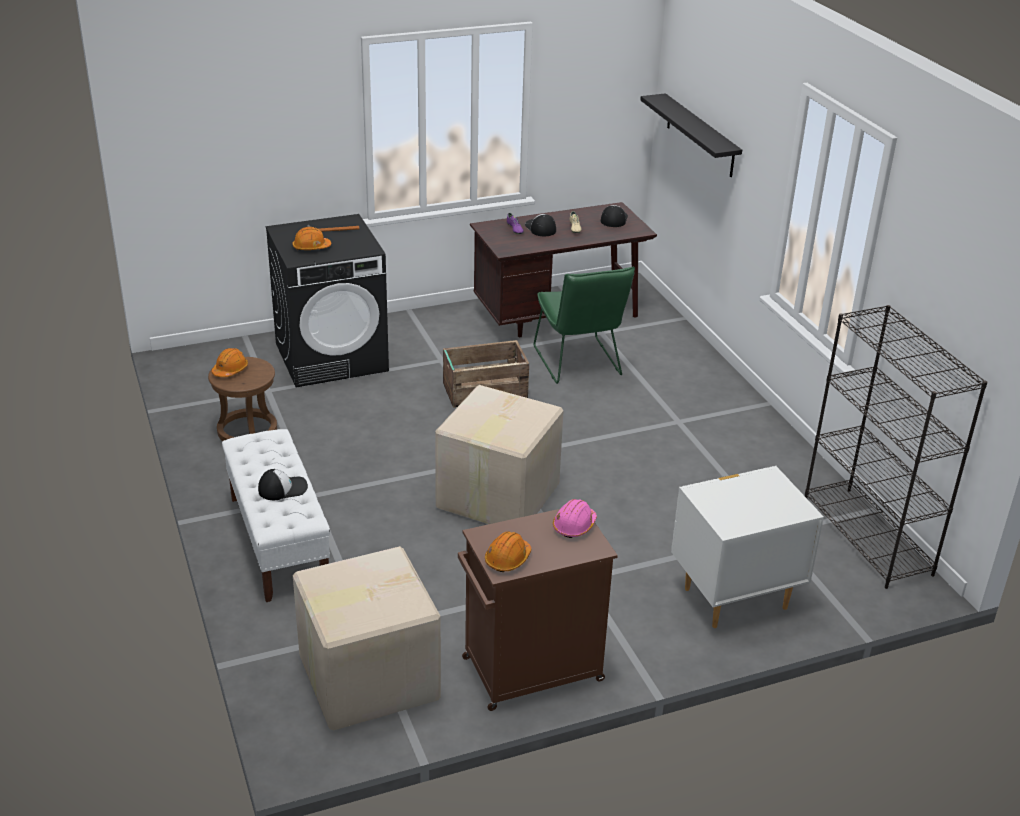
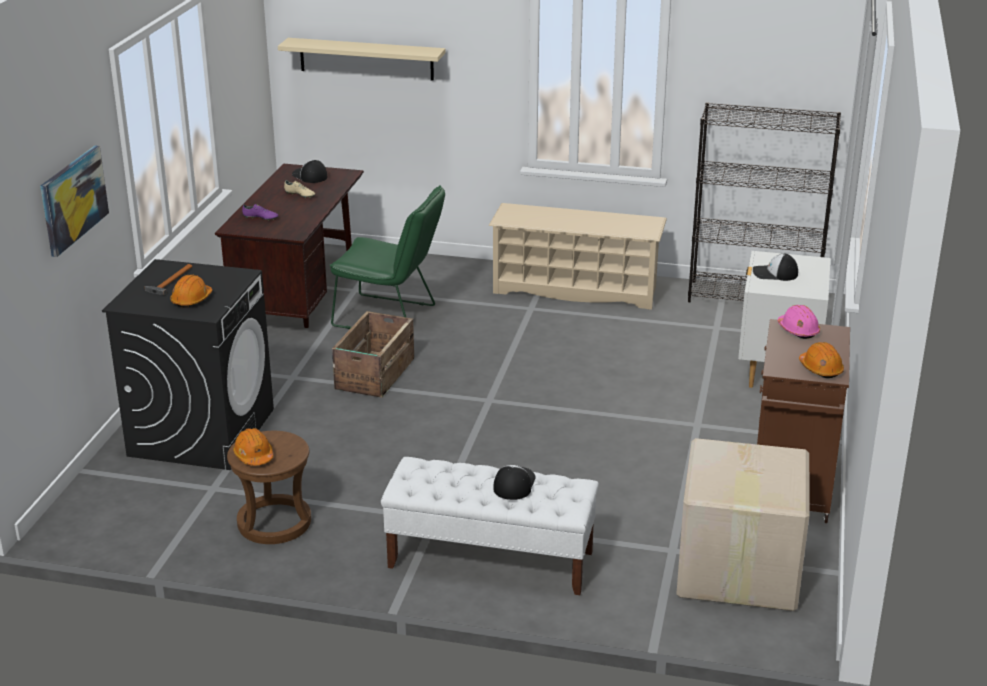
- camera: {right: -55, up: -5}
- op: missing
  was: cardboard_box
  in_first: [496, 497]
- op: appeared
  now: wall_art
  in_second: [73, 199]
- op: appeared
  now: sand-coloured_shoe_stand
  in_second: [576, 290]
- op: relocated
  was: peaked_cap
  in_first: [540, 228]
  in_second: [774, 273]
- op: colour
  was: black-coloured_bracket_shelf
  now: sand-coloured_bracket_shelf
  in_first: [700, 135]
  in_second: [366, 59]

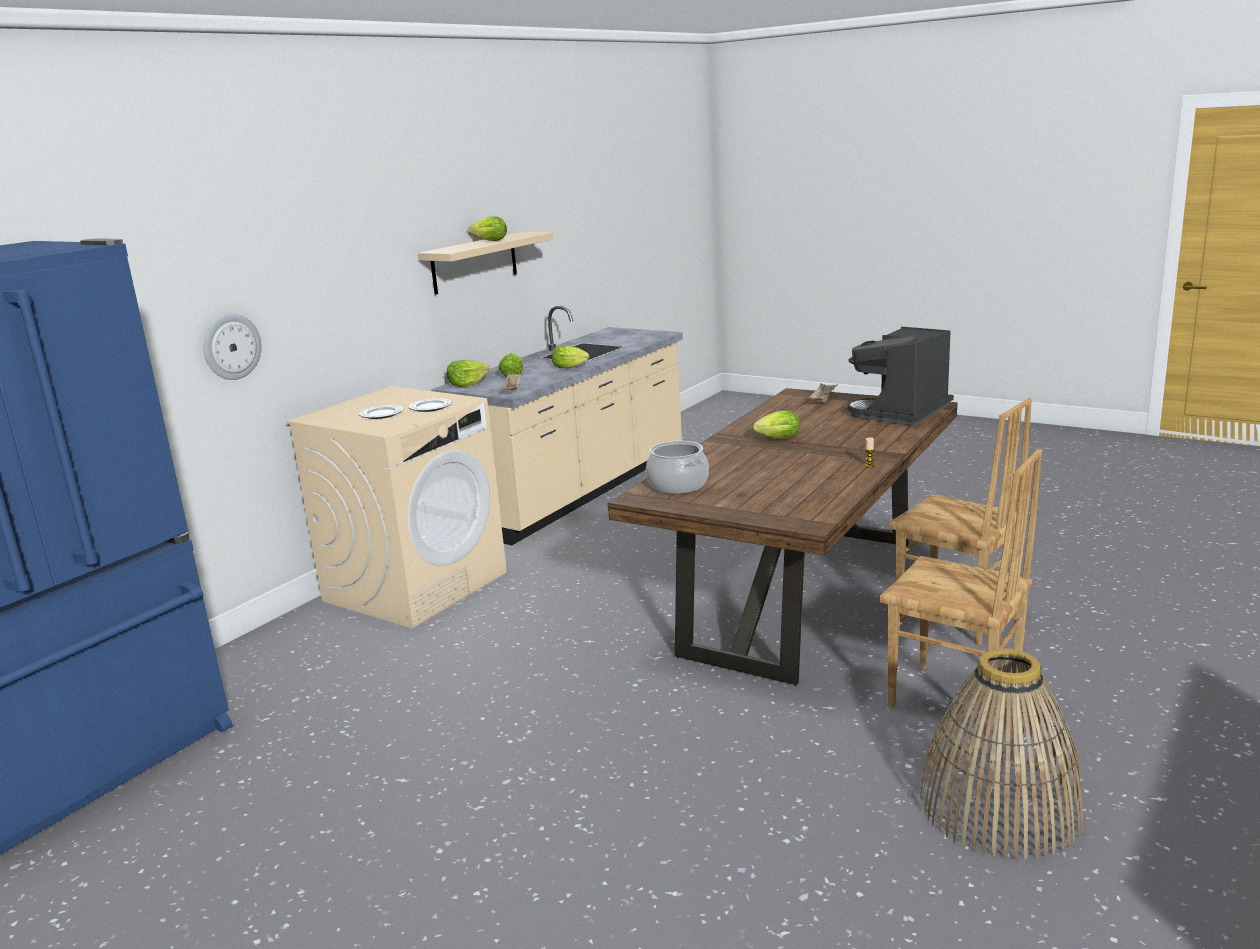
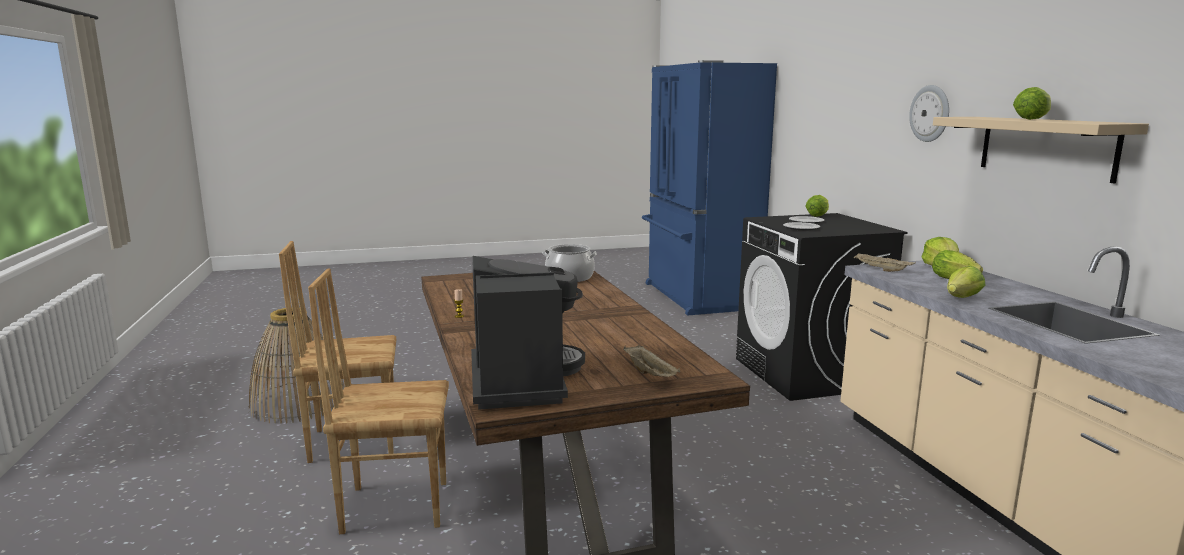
- camera: {right: 130, up: -5}
- op: relocated
  was: wall_clock
  in_first: [231, 346]
  in_second: [930, 113]
- op: relocated
  was: lettuce
  in_first: [776, 439]
  in_second: [818, 215]
- op: colour
  was: sand-coloured_washing_machine
  now: black-coloured_washing_machine
  in_first: [416, 586]
  in_second: [808, 373]

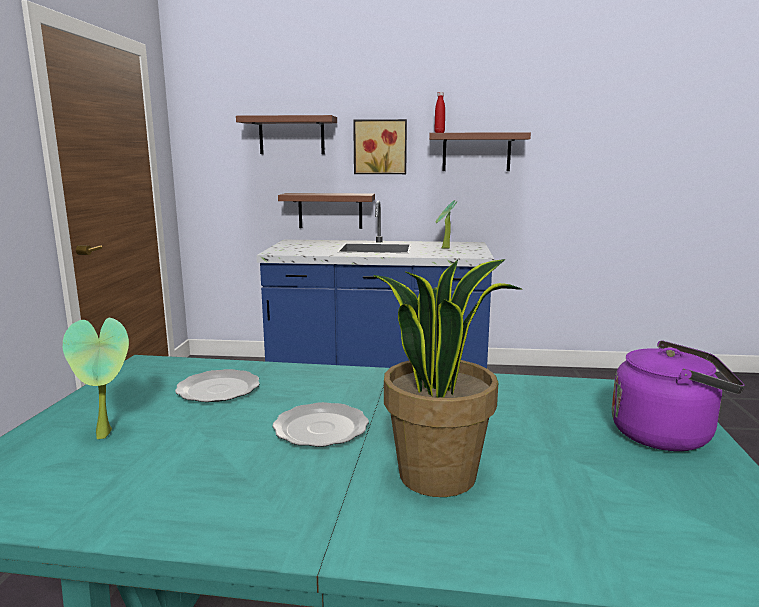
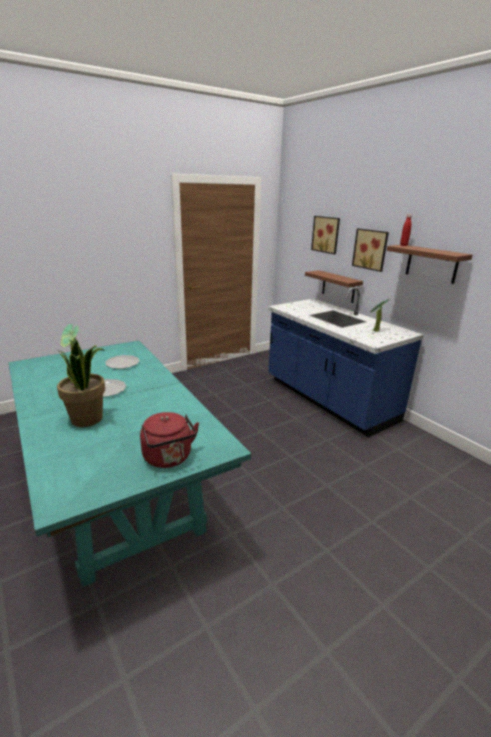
- camera: {right: 50, up: 10}
- op: exchanged
  was: brownish_bracket_shelf
  now: wall_art
  in_first: [291, 135]
  in_second: [326, 234]
- op: colour
  was: purple-coloured_tea_kettle
  now: red_tea_kettle
  in_first: [667, 435]
  in_second: [169, 458]

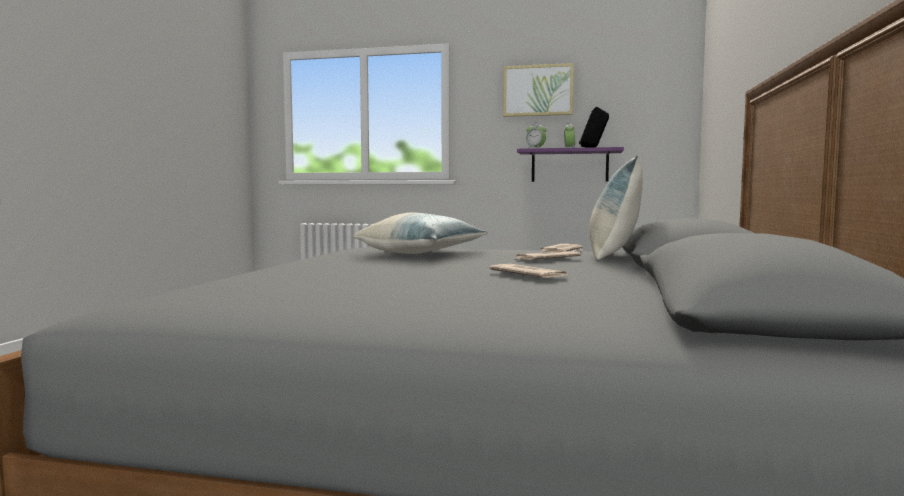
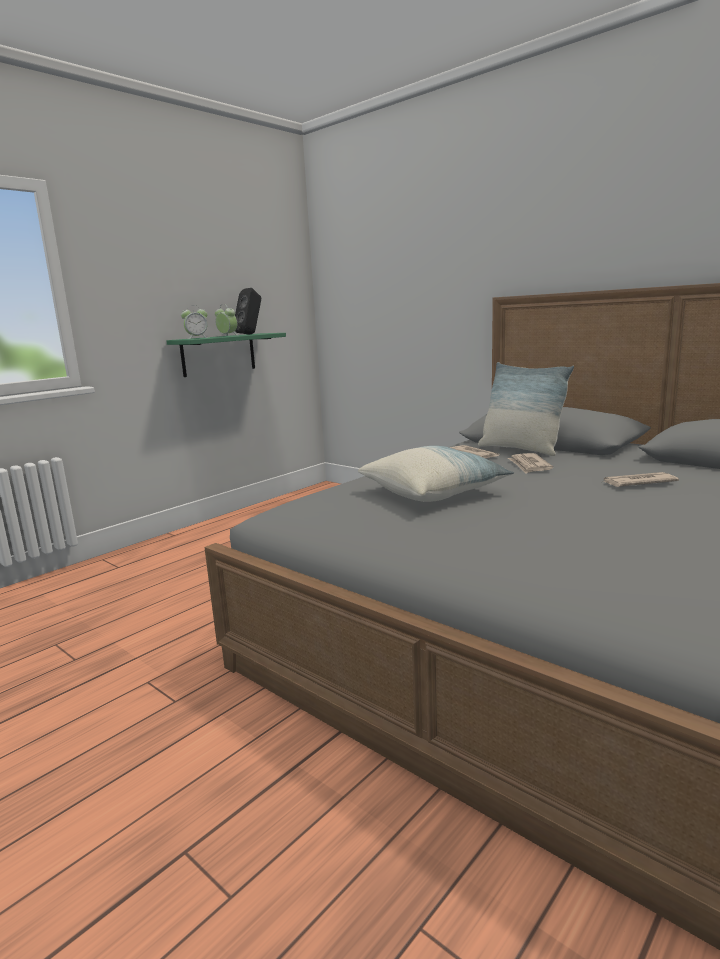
- camera: {right: -60, up: 10}
- op: missing
  was: wall_art
  in_first: [538, 90]
- op: colour
  was: purple-coloured_bracket_shelf
  now: greenish_bracket_shelf
  in_first: [569, 165]
  in_second: [218, 354]

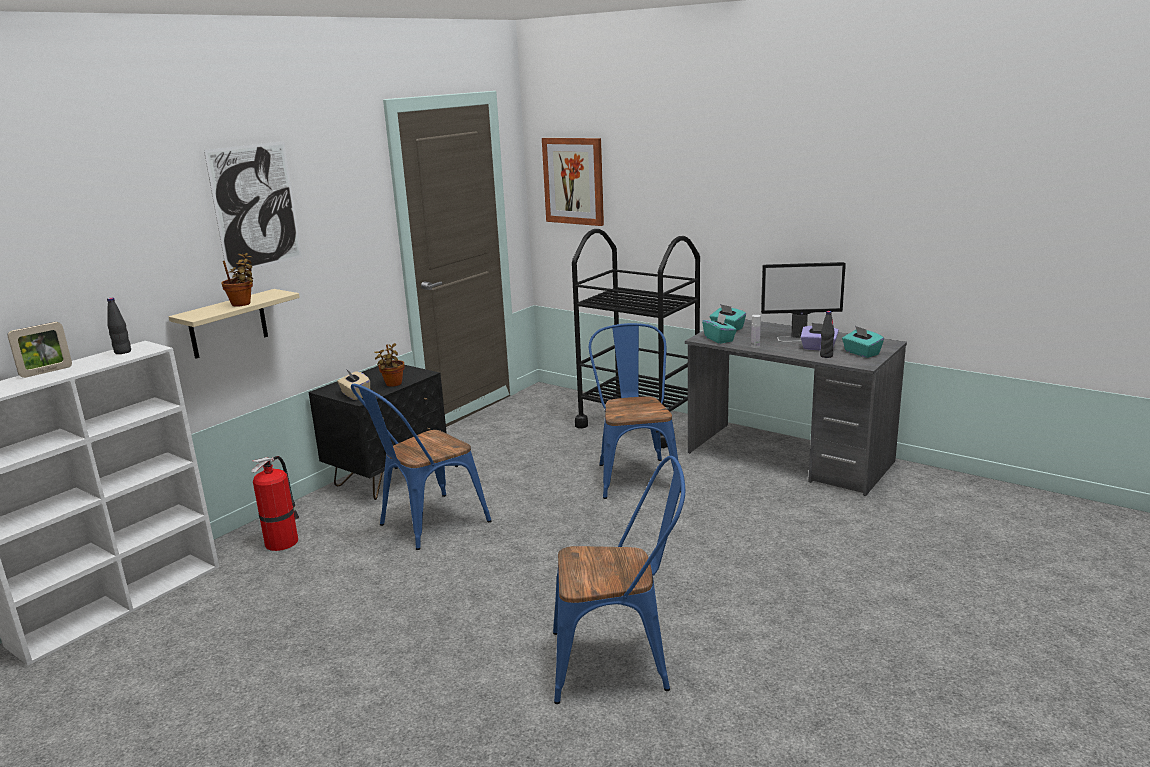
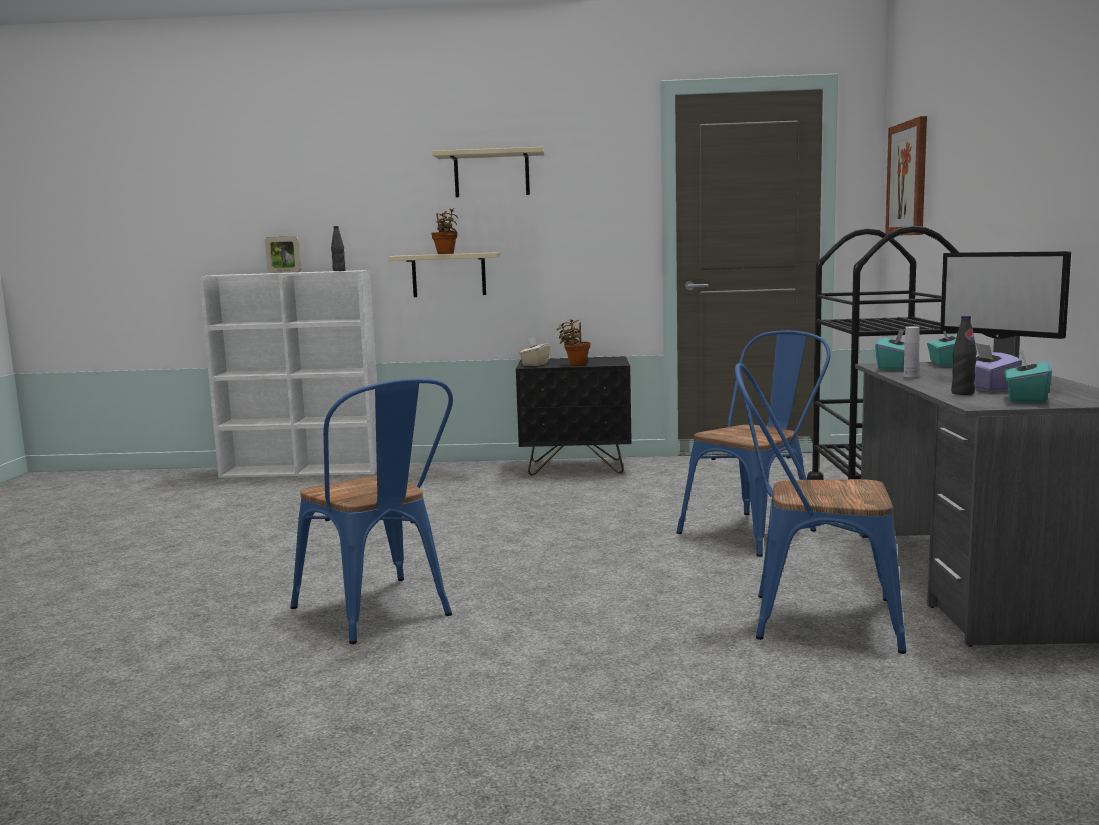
- camera: {right: 55, up: -10}
- op: missing
  was: fire-fighting_cylinder
  in_first: [283, 541]
- op: relocated
  was: blue-coloured_plain_chair
  in_first: [426, 525]
  in_second: [811, 619]
- op: exchanged
  was: wall_art
  now: sand-coloured_bracket_shelf
  in_first: [255, 206]
  in_second: [491, 174]

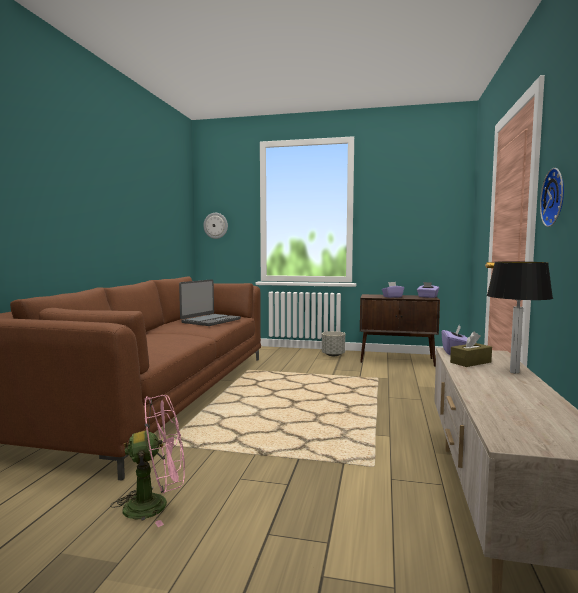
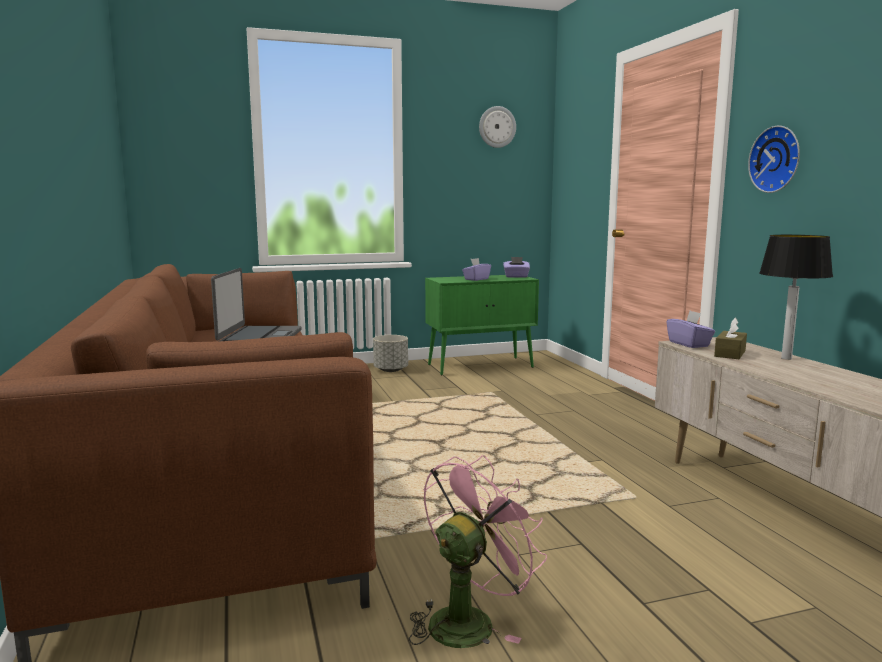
- camera: {right: -30, up: 5}
- op: relocated
  was: wall_clock
  in_first: [216, 225]
  in_second: [497, 127]
- op: colour
  was: brownish_storage_cabinet
  now: greenish_storage_cabinet
  in_first: [397, 360]
  in_second: [481, 366]

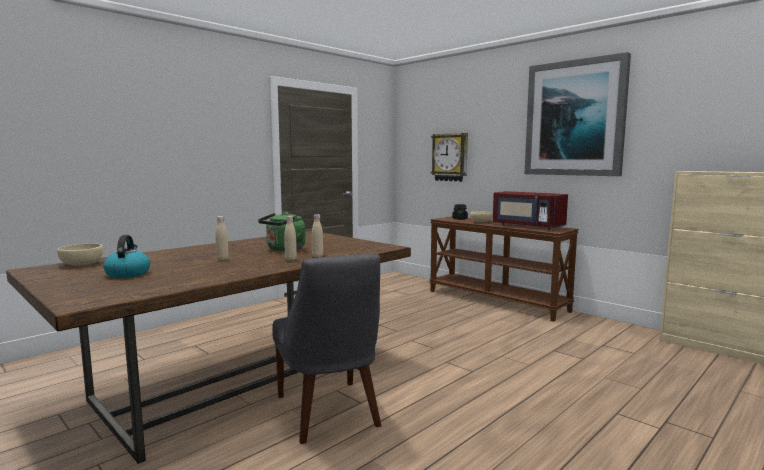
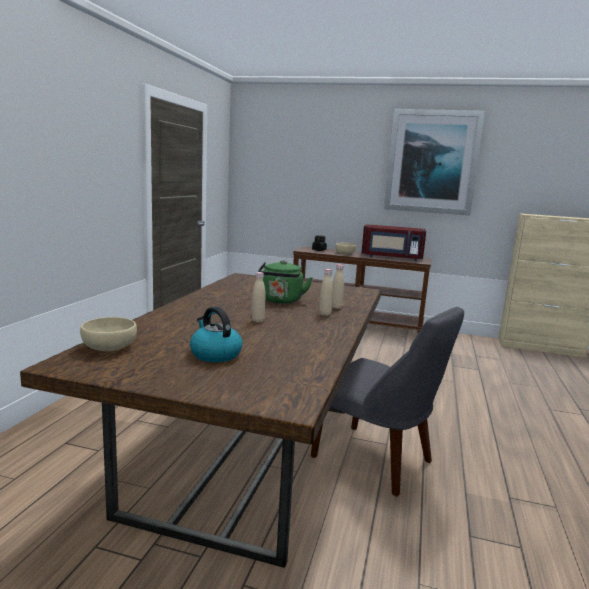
- camera: {right: -30, up: 5}
- op: missing
  was: wall_clock
  in_first: [450, 157]

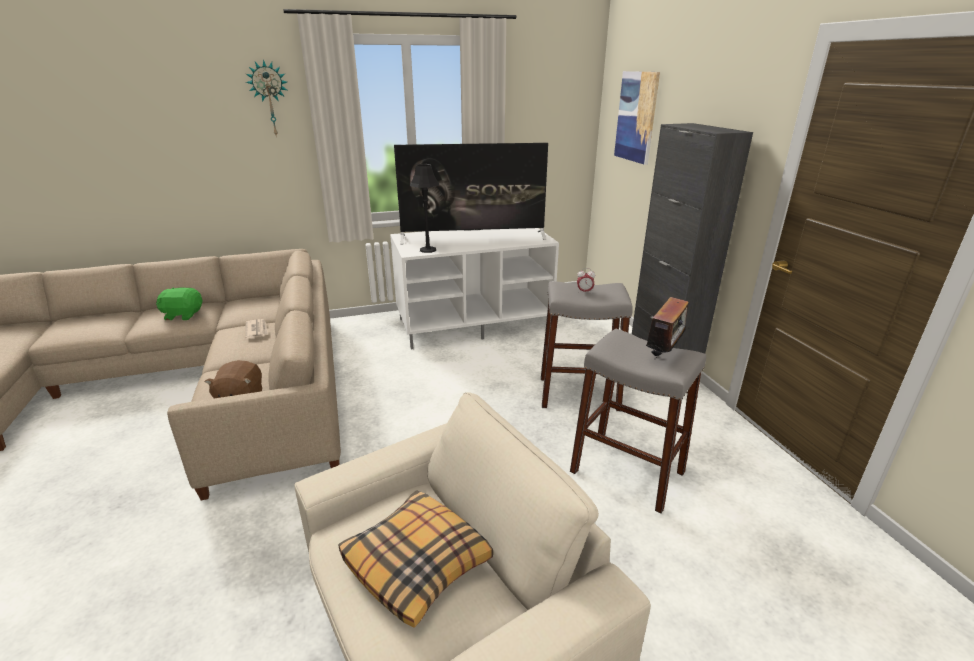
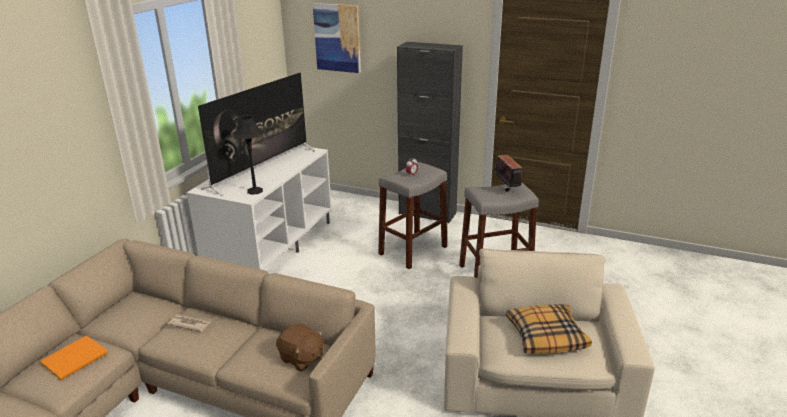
- camera: {right: -50, up: 0}
- op: missing
  was: wall_clock
  in_first: [270, 99]
- op: exchanged
  was: greenish_cuddly_toy
  now: orange-coloured_book
  in_first: [183, 315]
  in_second: [77, 358]

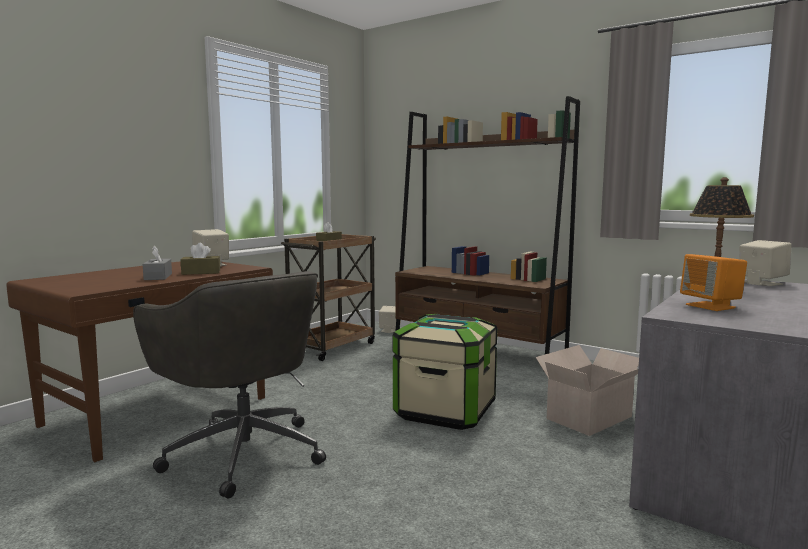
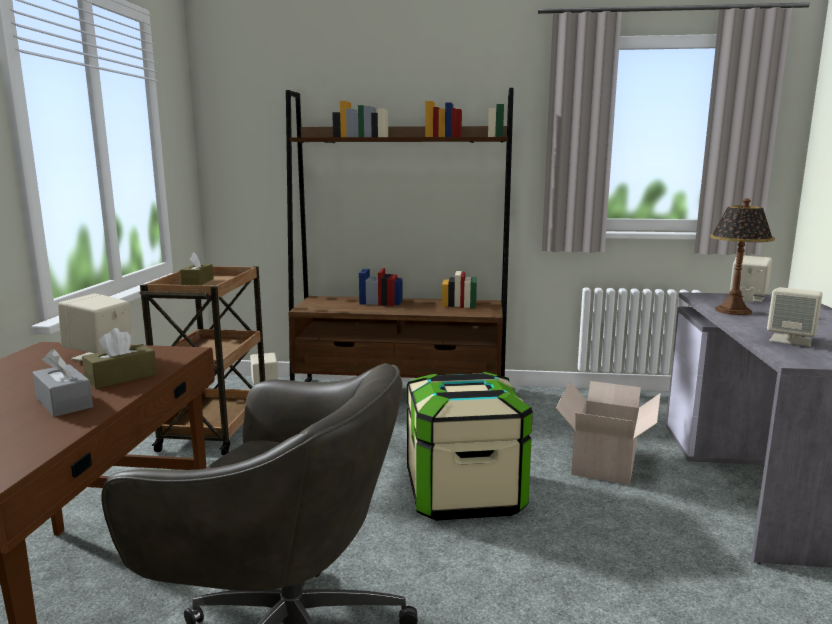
- camera: {right: -30, up: 5}
- op: colour
  was: orange-coloured_speaker
  now: sand-coloured_speaker
  in_first: [711, 306]
  in_second: [791, 340]

